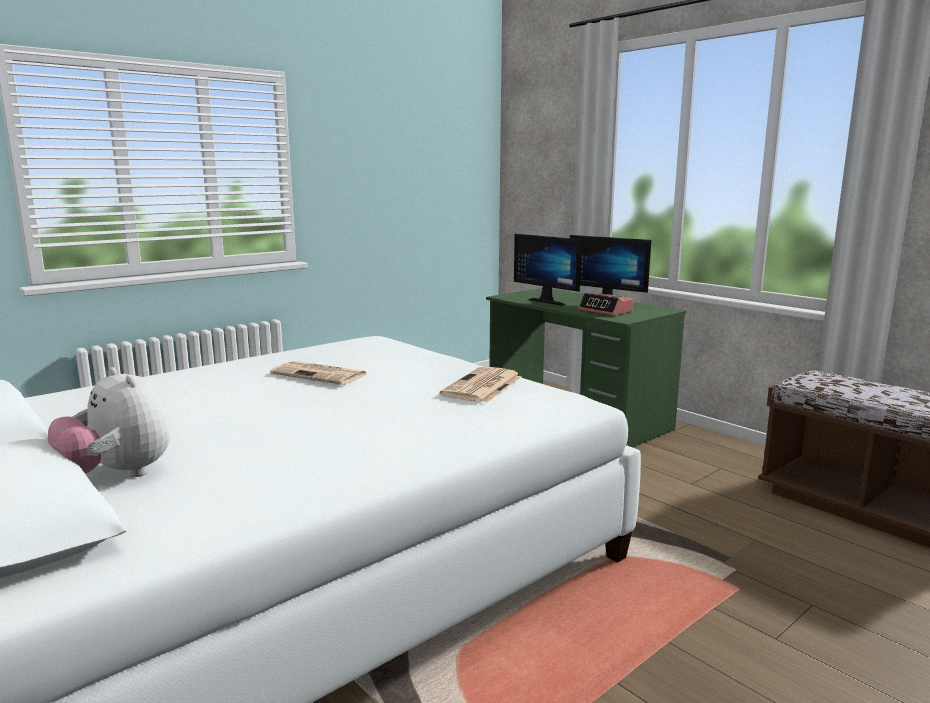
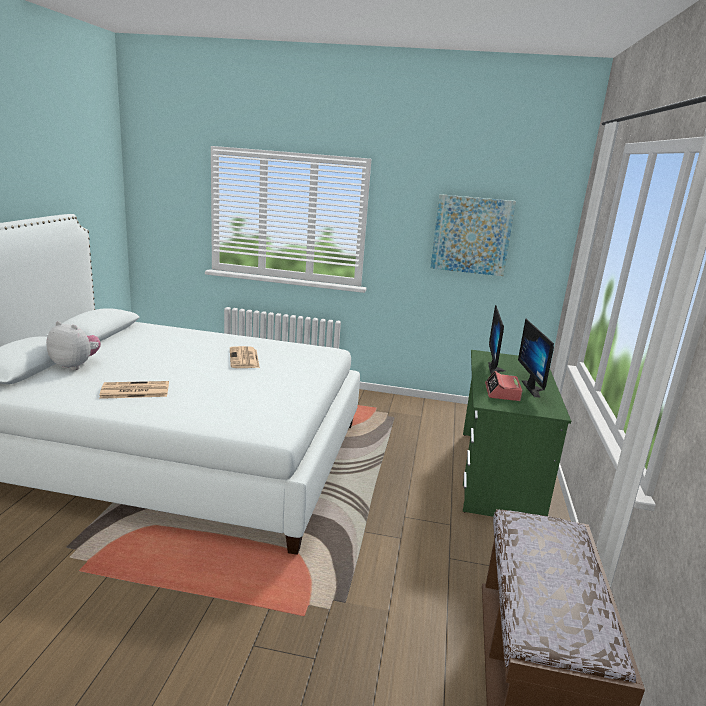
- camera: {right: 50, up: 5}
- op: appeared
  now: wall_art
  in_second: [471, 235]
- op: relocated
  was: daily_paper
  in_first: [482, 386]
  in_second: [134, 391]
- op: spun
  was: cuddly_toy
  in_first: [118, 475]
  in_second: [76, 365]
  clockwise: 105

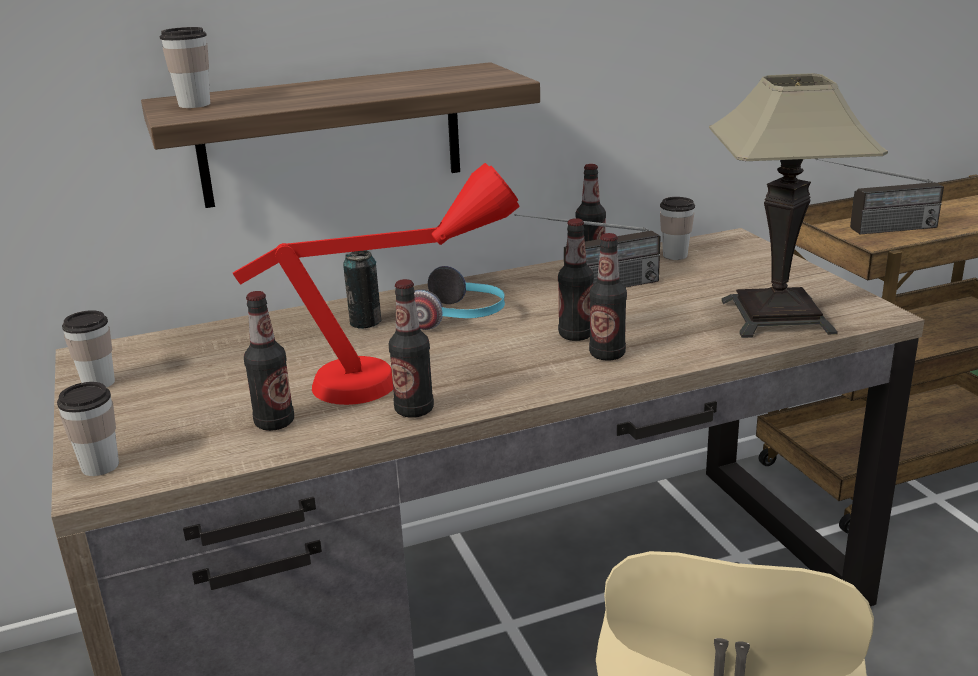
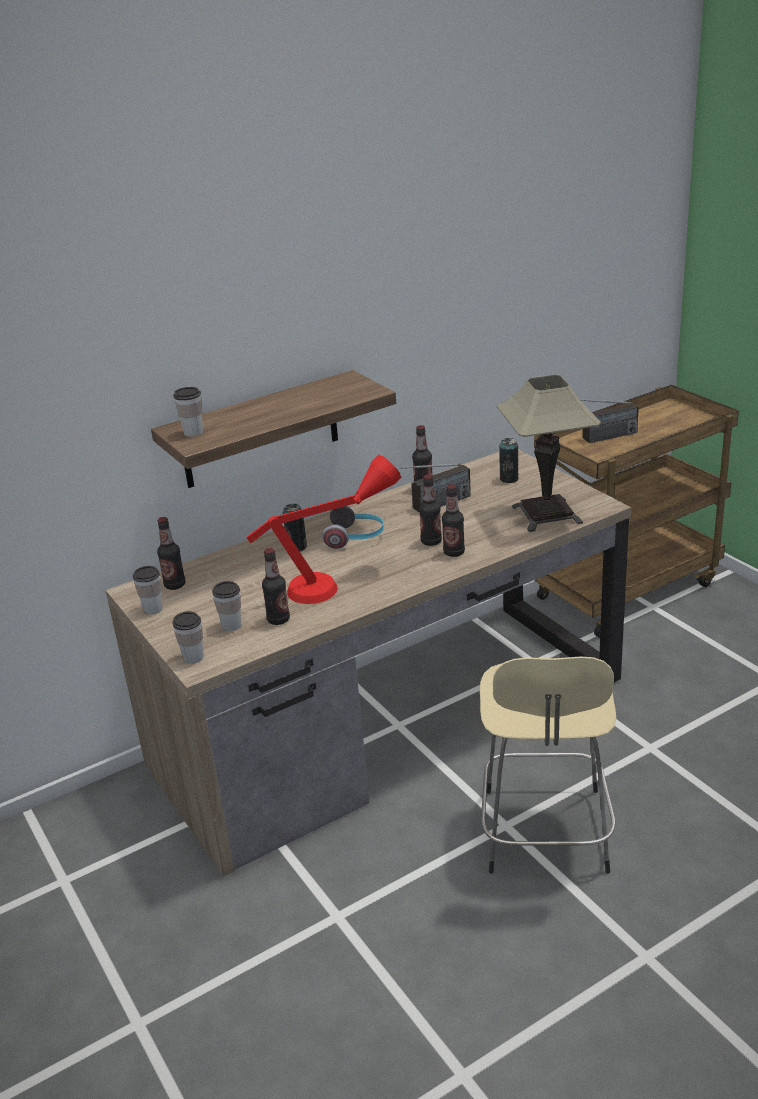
- camera: {right: -10, up: 5}
- op: appeared
  now: can
  in_second: [509, 479]
- op: relocated
  was: drink_bottle
  in_first: [414, 410]
  in_second: [175, 585]
- op: relocated
  was: drinking_cup
  in_first: [675, 255]
  in_second: [231, 626]

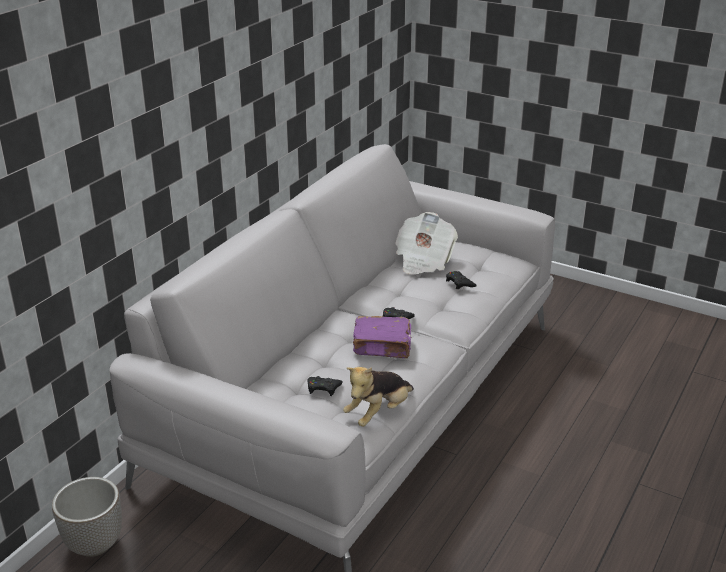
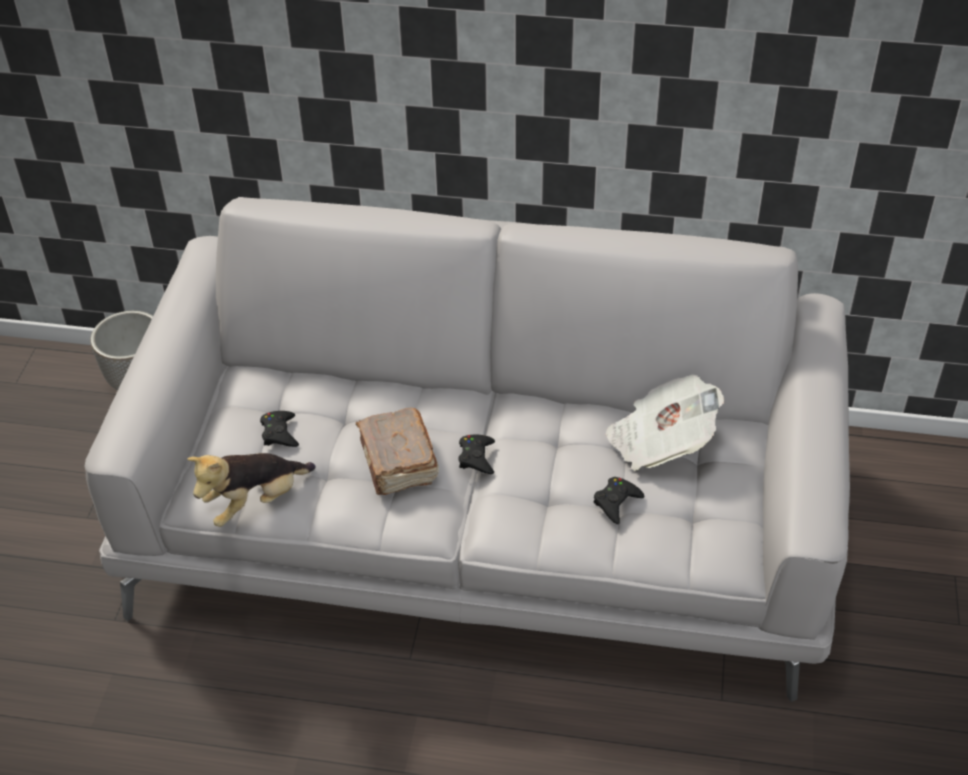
- camera: {right: 70, up: 15}
- op: colour
  was: purple-coloured_book
  now: brownish_book
  in_first: [383, 347]
  in_second: [397, 463]
- op: spun
  was: cuddly_toy
  in_first: [378, 413]
  in_second: [255, 502]
  clockwise: -60

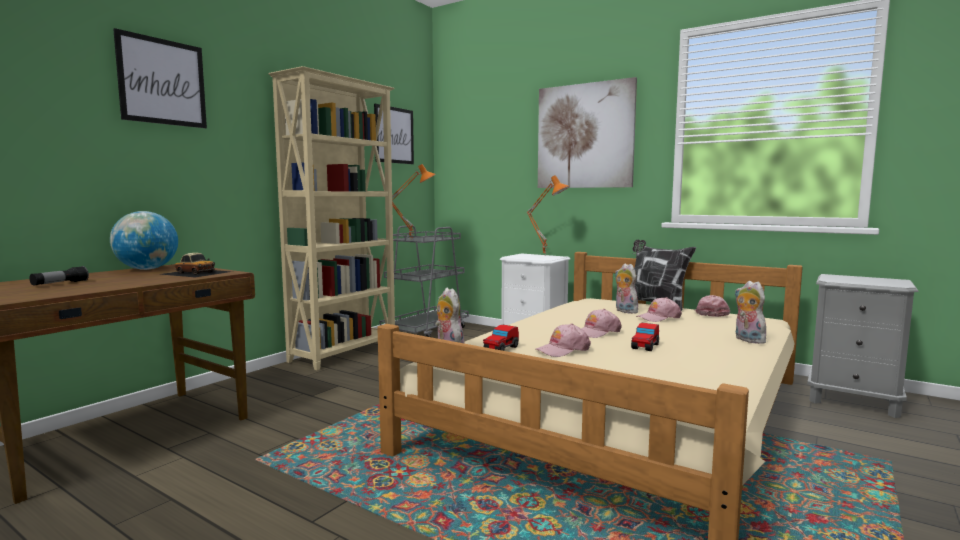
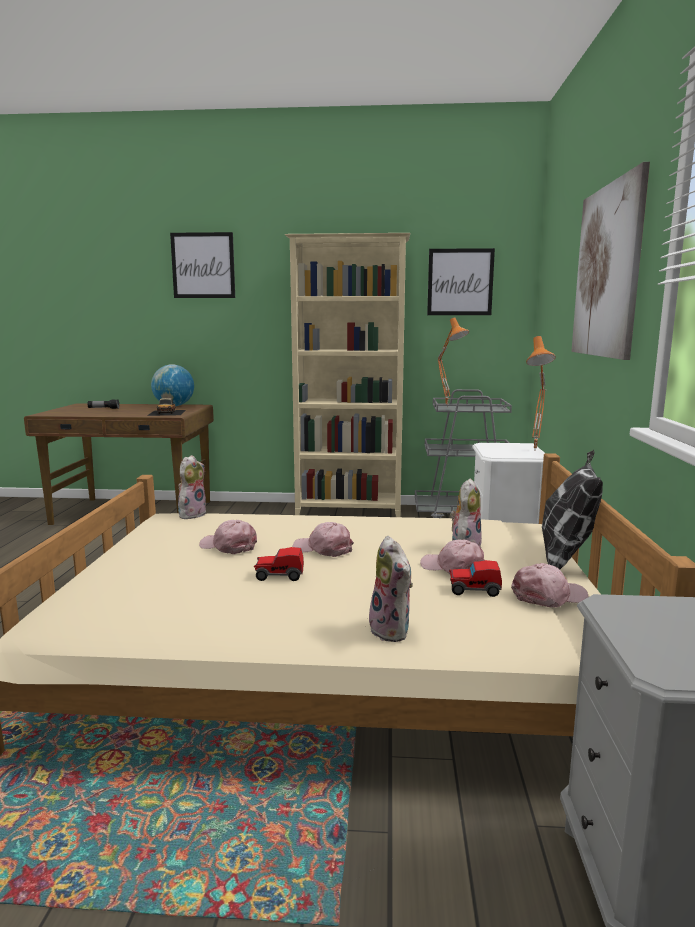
- camera: {right: 60, up: 5}
- op: relocated
  was: toy_car
  in_first: [501, 349]
  in_second: [474, 590]
- op: spun
  was: cuddly_toy
  in_first: [747, 340]
  in_second: [393, 631]
  clockwise: 120

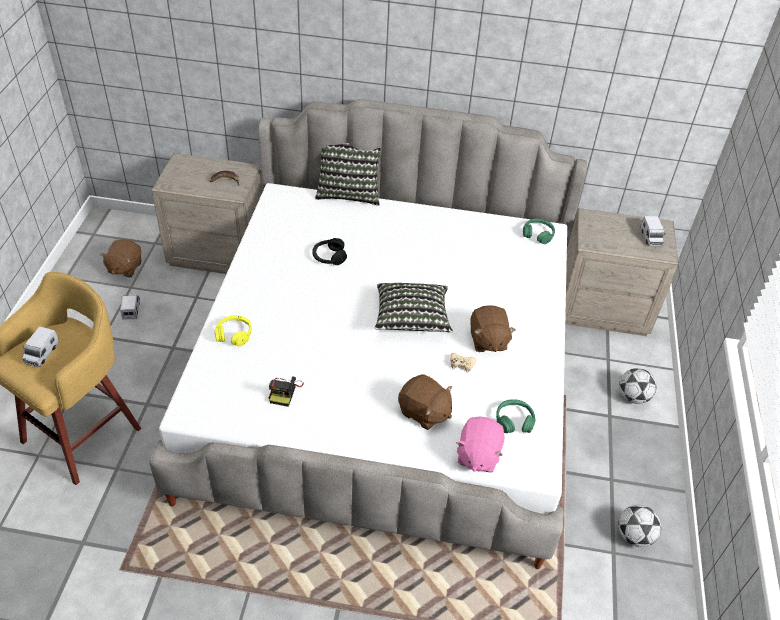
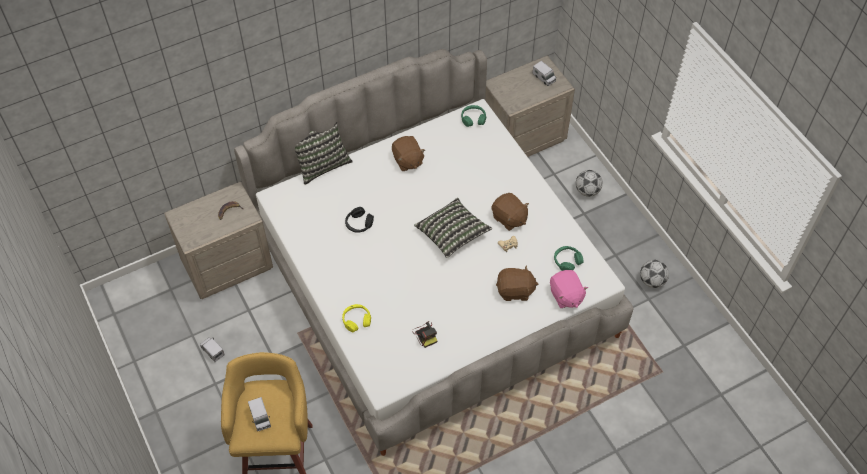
- camera: {right: -35, up: 10}
- op: relocated
  was: brownish_cuddly_toy
  in_first: [124, 267]
  in_second: [407, 161]

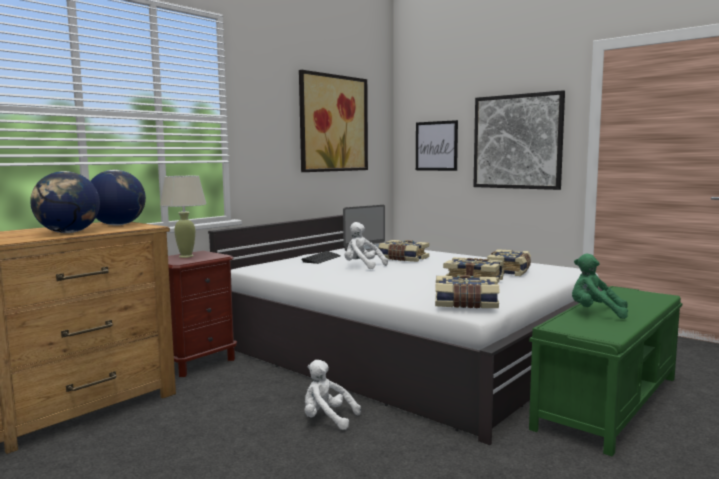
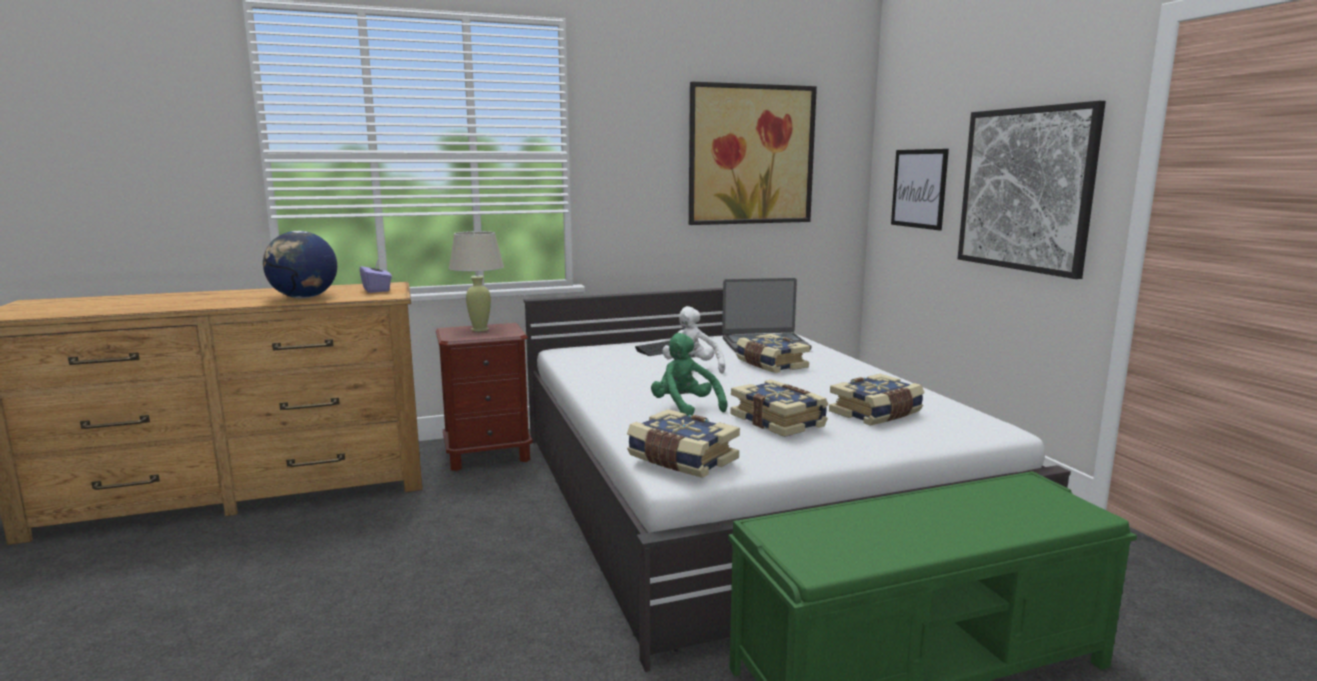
- camera: {right: 30, up: 5}
- op: missing
  was: white-coloured_cuddly_toy
  in_first: [327, 419]
- op: relocated
  was: greenish_cuddly_toy
  in_first: [595, 313]
  in_second: [685, 408]
- op: exchanged
  was: desk_globe
  now: purple-coloured_box_of_tissues
  in_first: [117, 225]
  in_second: [377, 290]

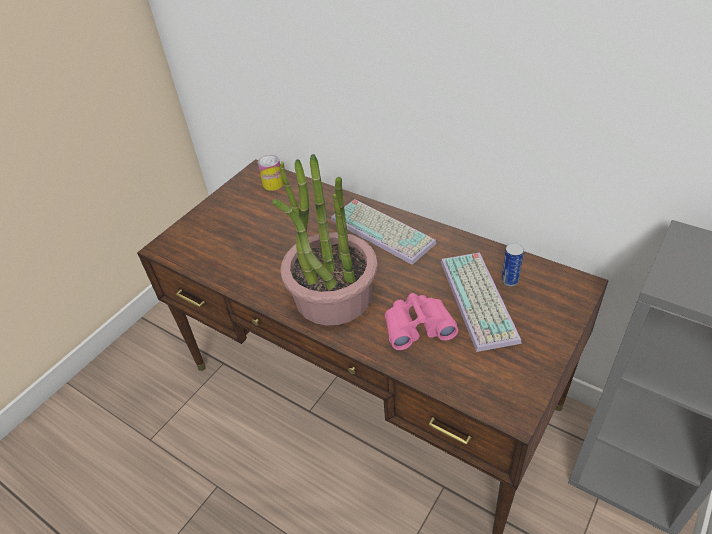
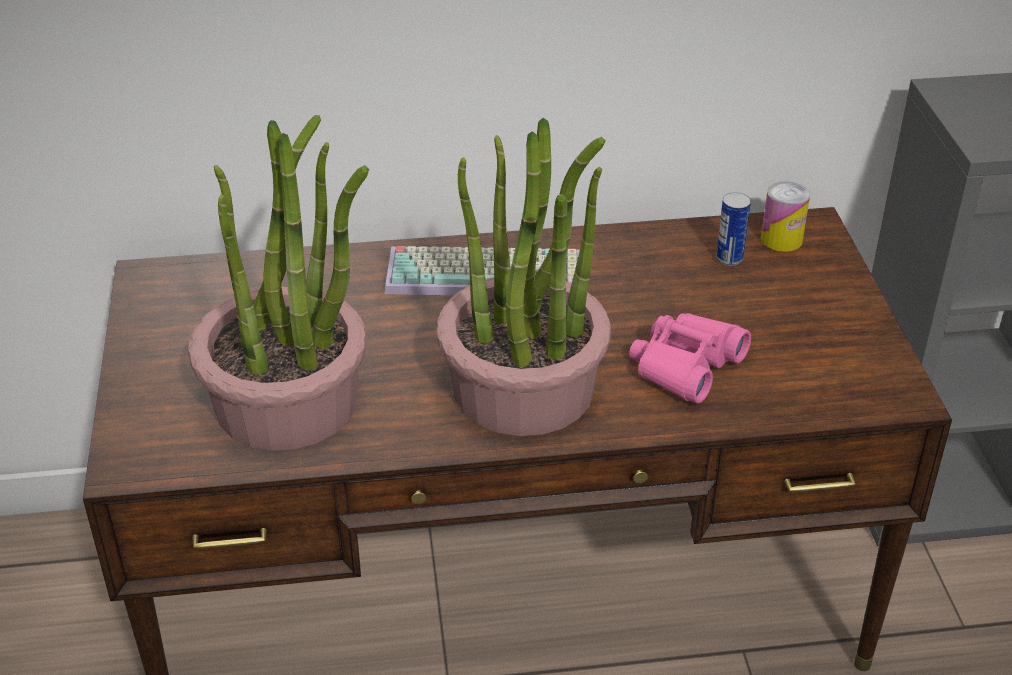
- camera: {right: -45, up: -5}
- op: missing
  was: PC_keyboard
  in_first: [481, 300]
- op: appeared
  now: houseplant
  in_second: [288, 402]
- op: relocated
  was: can
  in_first: [273, 184]
  in_second: [781, 239]

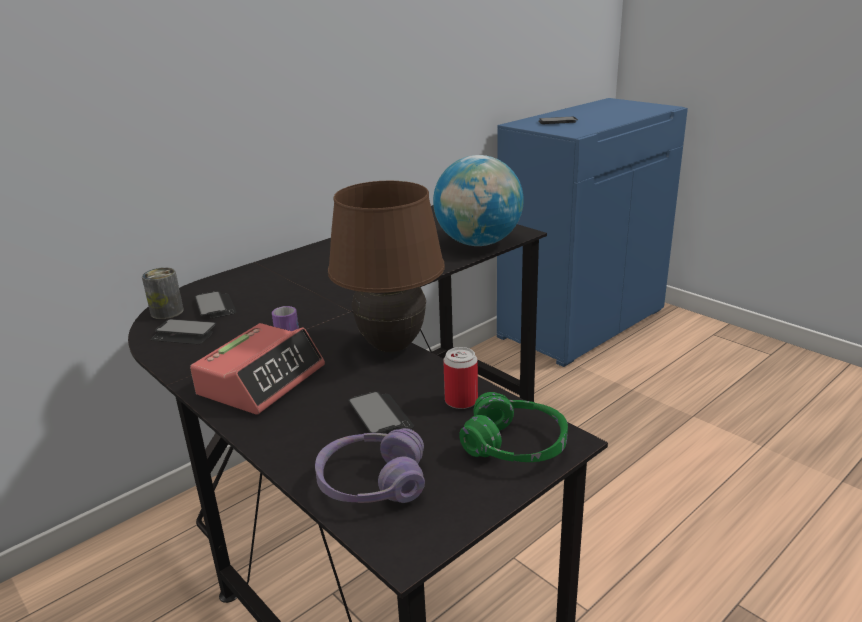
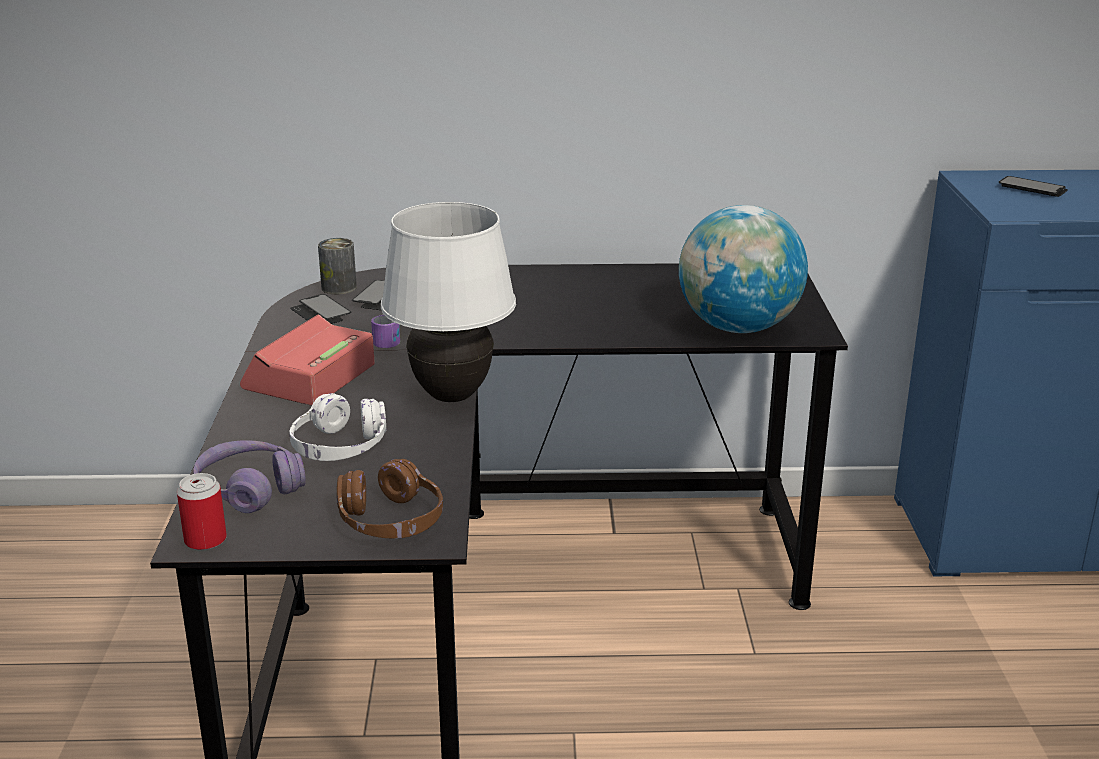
- camera: {right: 40, up: 0}
- op: relocated
  was: can
  in_first: [461, 401]
  in_second: [205, 540]
- op: exchanged
  was: phone
  now: white-coloured_headset
  in_first: [380, 415]
  in_second: [340, 447]
- op: colour
  was: brownish_tabletop_lamp
  now: white-coloured_tabletop_lamp
  in_first: [392, 346]
  in_second: [452, 396]
- op: colour
  was: greenish_headset
  now: brownish_headset
  in_first: [515, 445]
  in_second: [390, 520]
- op: spun
  was: table_clock
  in_first: [262, 380]
  in_second: [309, 378]
  clockwise: 135

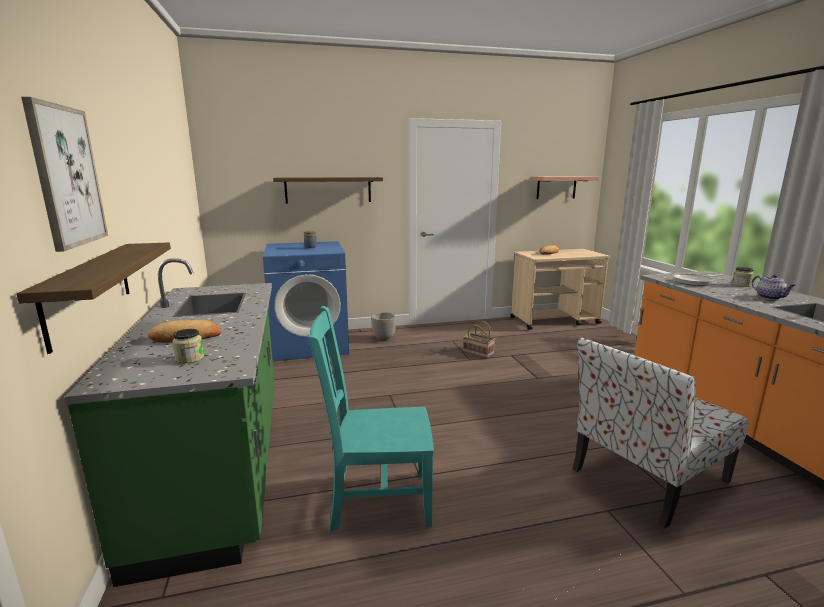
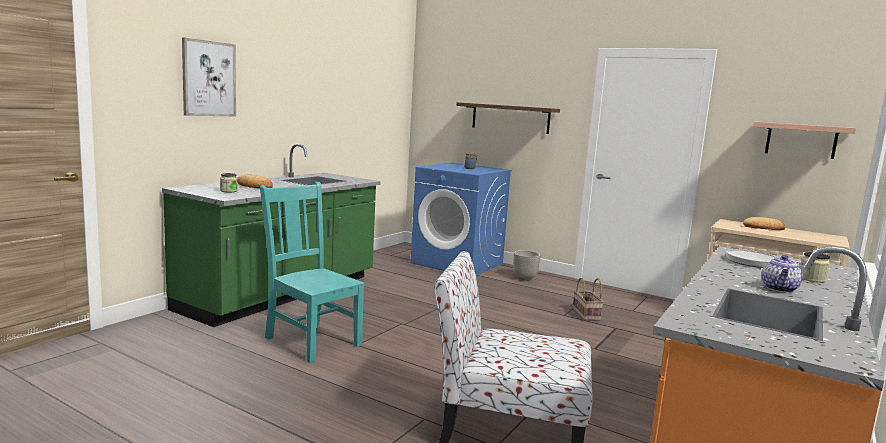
- camera: {right: 45, up: -5}
- op: missing
  was: bracket_shelf
  in_first: [89, 290]

